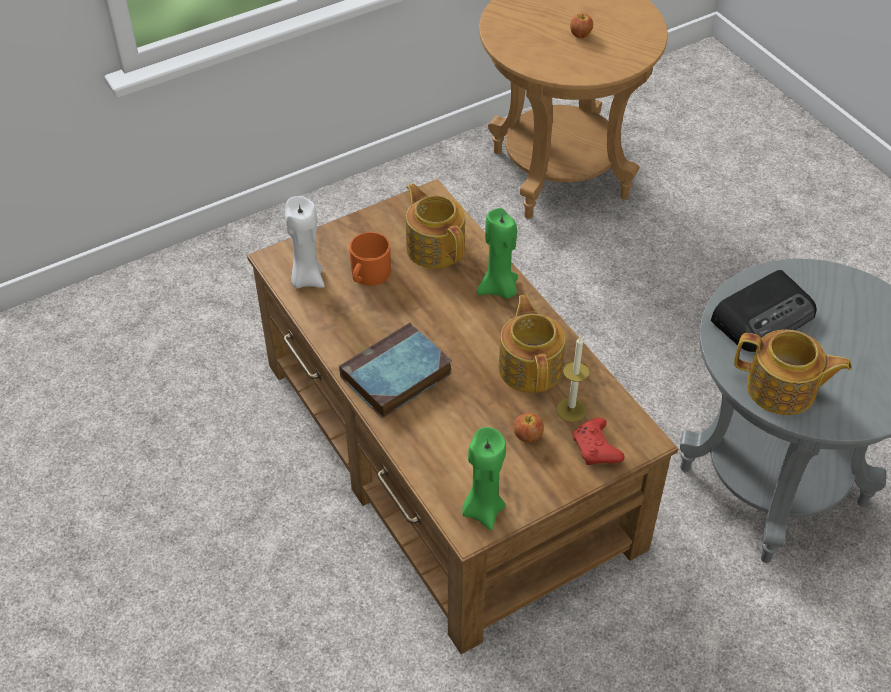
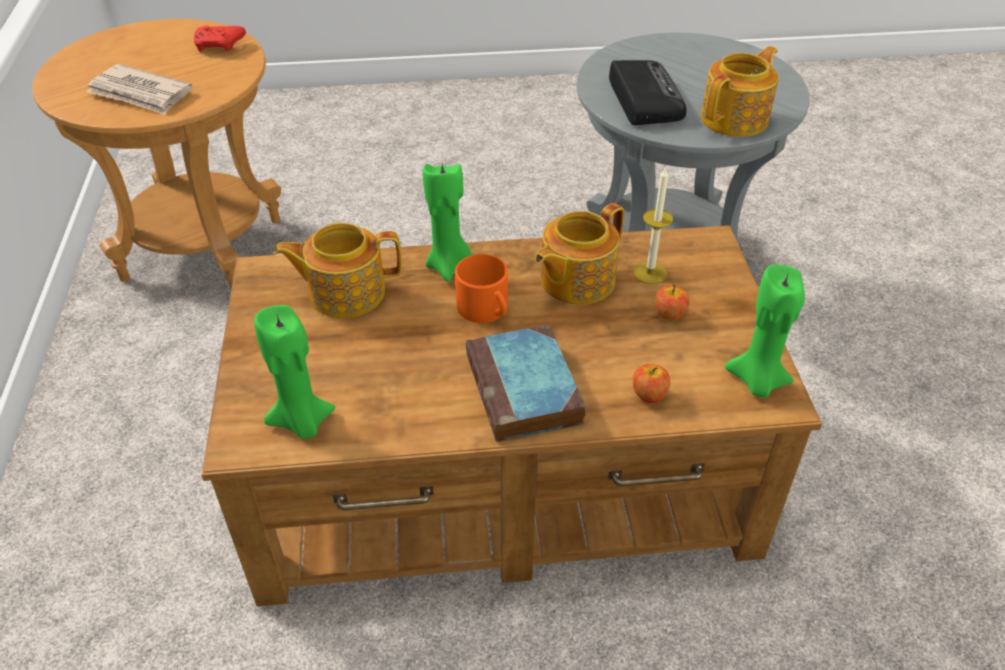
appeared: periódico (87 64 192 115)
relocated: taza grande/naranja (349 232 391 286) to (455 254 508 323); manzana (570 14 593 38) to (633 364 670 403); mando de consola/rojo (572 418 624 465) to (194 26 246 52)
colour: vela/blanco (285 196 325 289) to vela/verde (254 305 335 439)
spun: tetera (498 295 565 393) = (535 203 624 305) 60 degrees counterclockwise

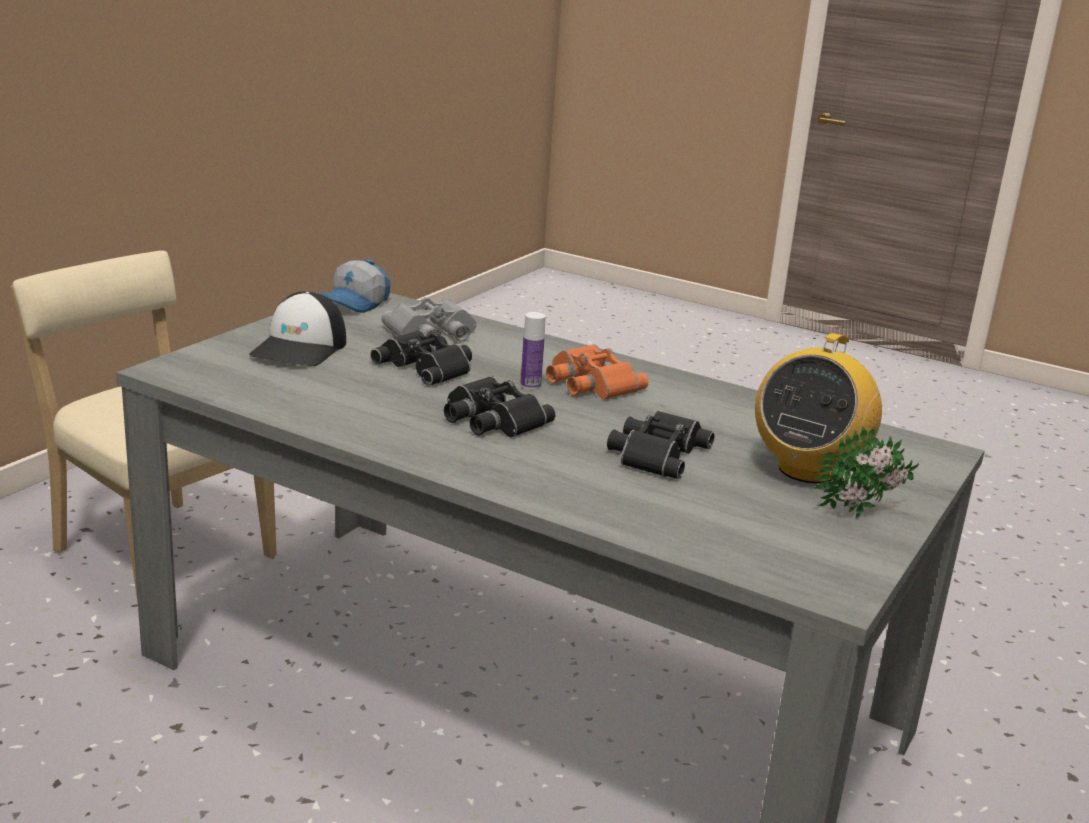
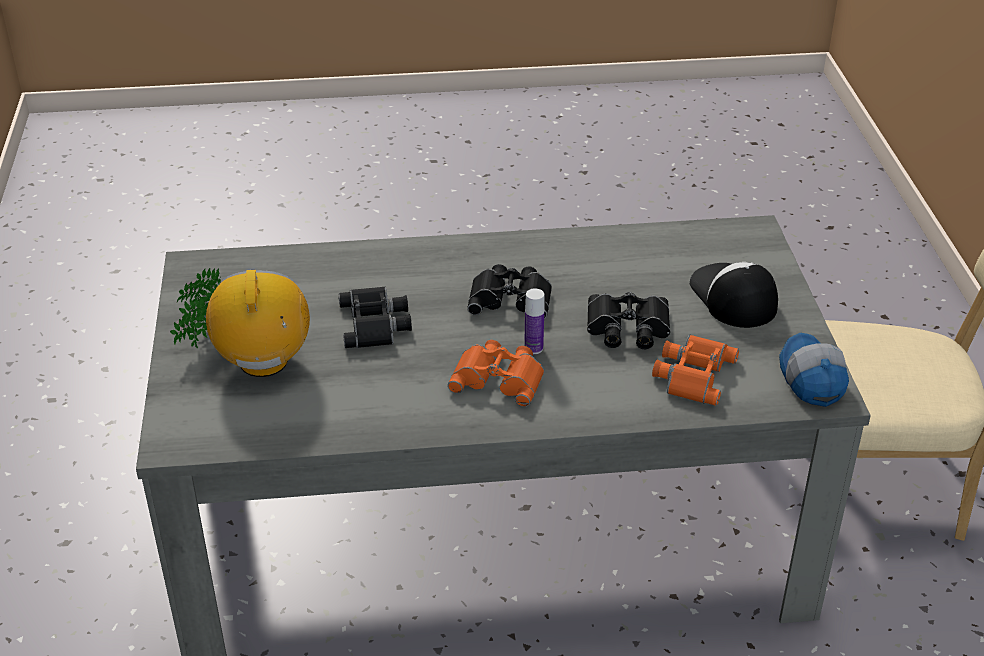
colour: prismáticos/gris (381 297 476 341) to prismáticos/naranja (652 334 739 406)

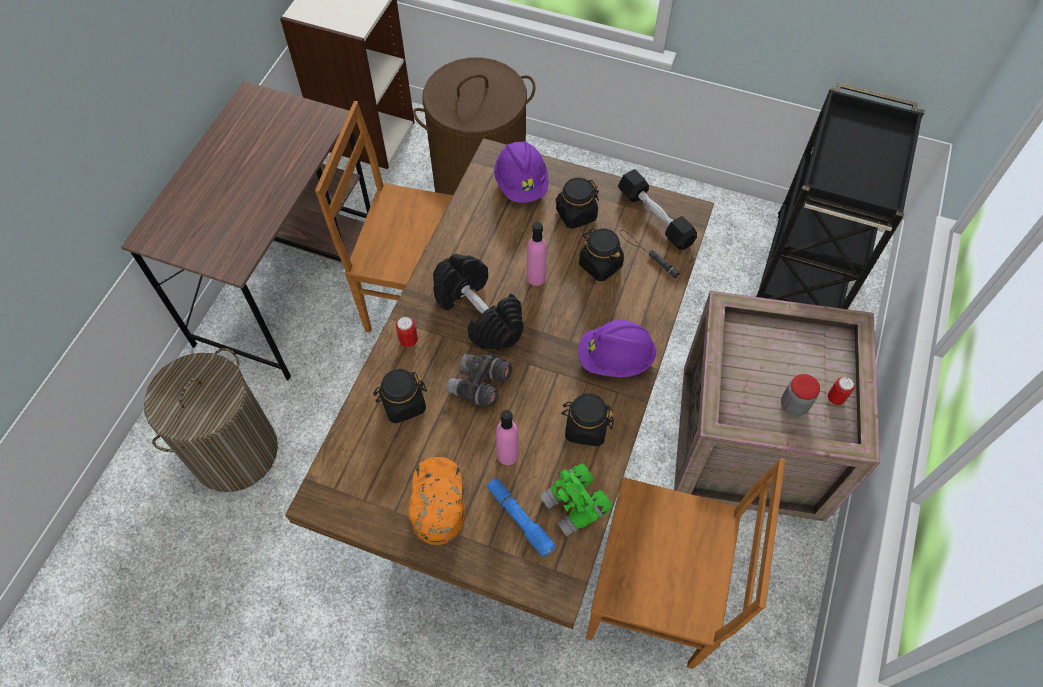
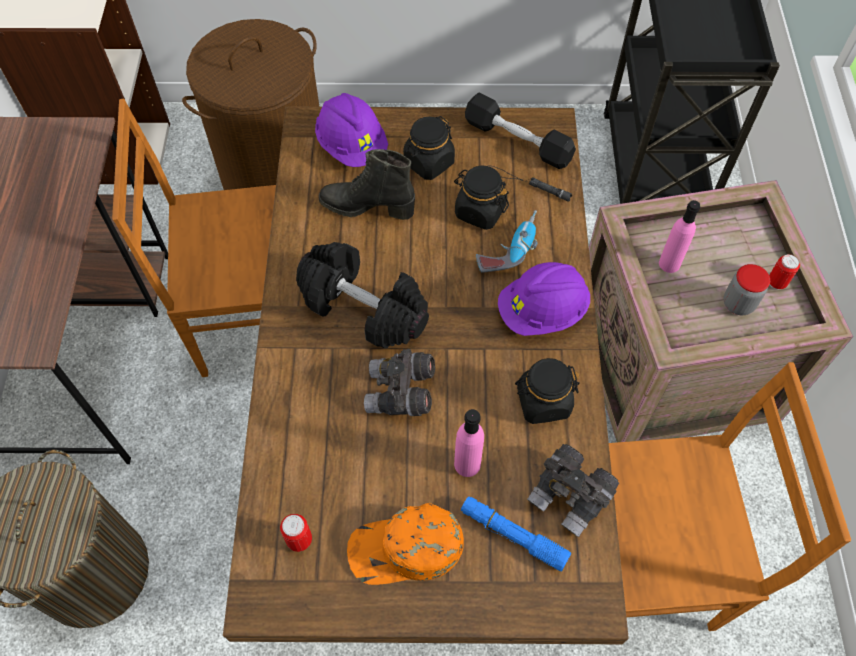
missing: tarro/negro (373 369 427 423)
appeared: bota/negro (319 149 415 220); taladro (476 210 538 273)
relocated: lata (396 317 418 348) to (280 514 312 552); botella/rosa (527 222 547 286) to (659 200 700 273)
colour: prismáticos/verde (540 463 613 537) to prismáticos/gris (527 444 619 537)
spun: gorra/naranja (409 457 465 545) = (347 503 464 585) 75 degrees counterclockwise

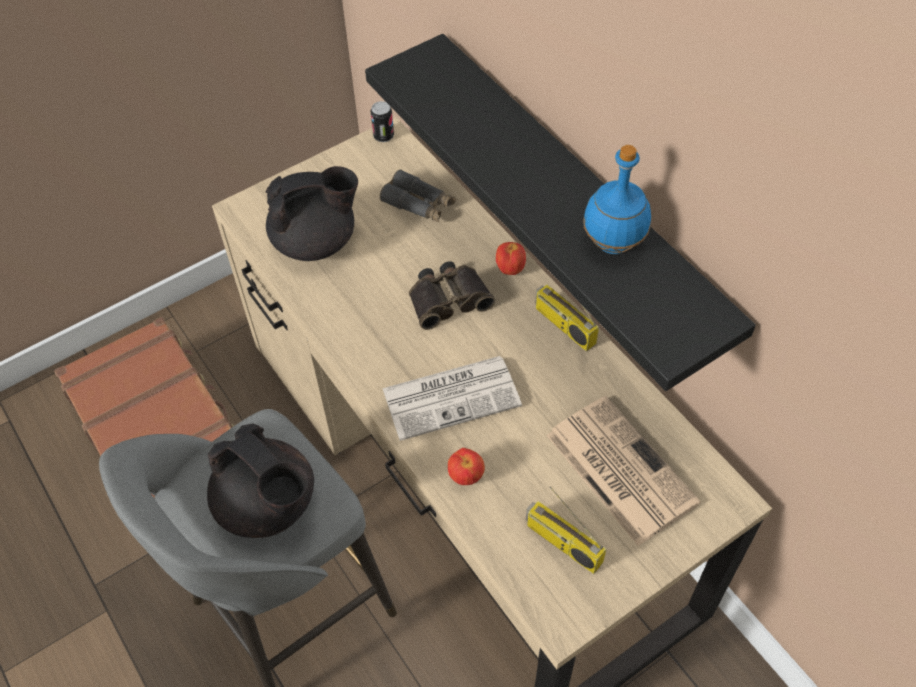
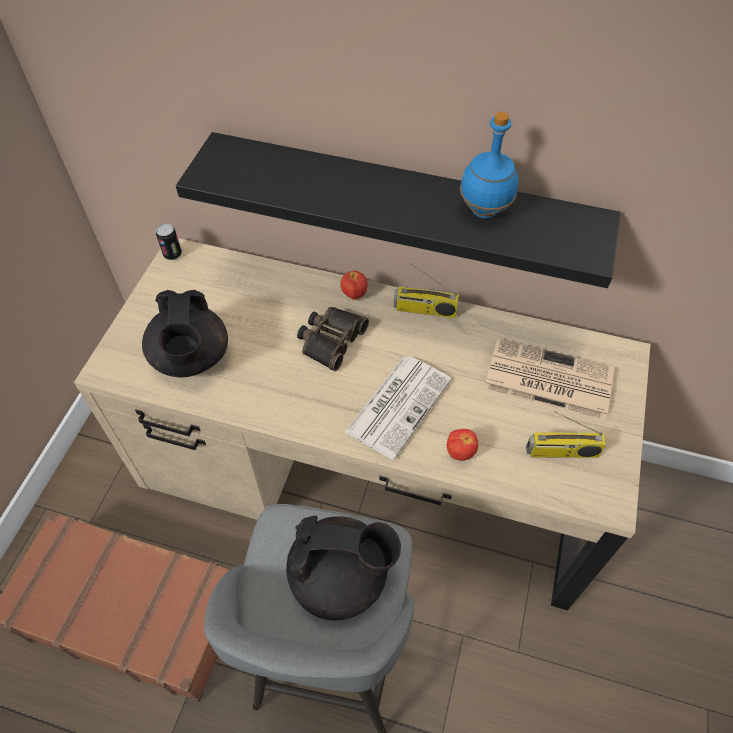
missing: prismáticos/gris (380 169 456 222)
spun: tetera/negro (266 166 358 261) = (142 290 228 377) 135 degrees clockwise

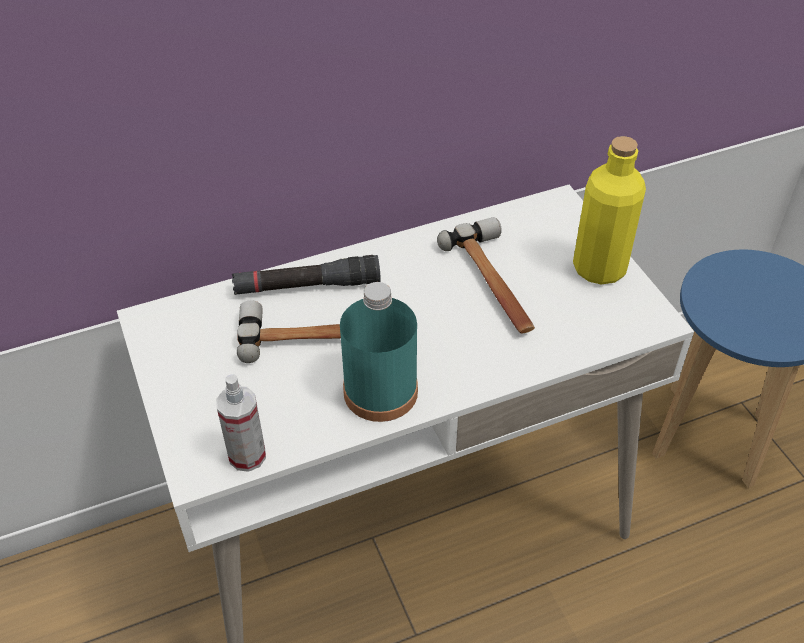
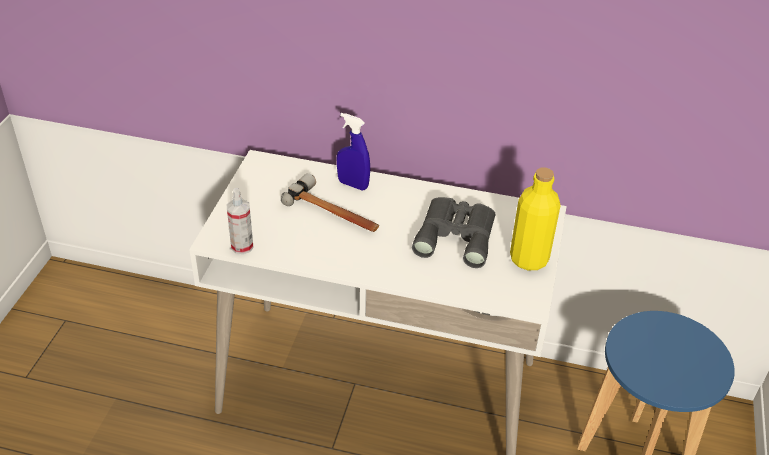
missing: botella/turquesa (340 282 418 422)
exchanged: linterna/negro (232 255 381 295) to pulverizador/azul (337 113 370 190); martillo (437 217 535 333) to prismáticos/gris (412 197 495 268)

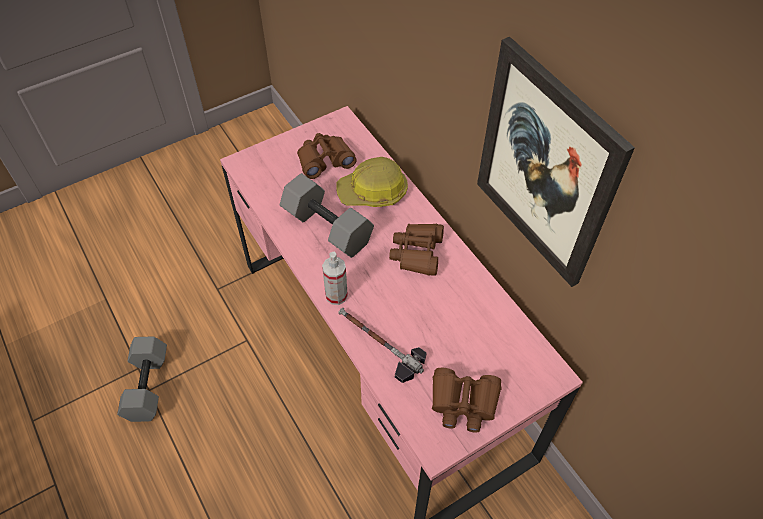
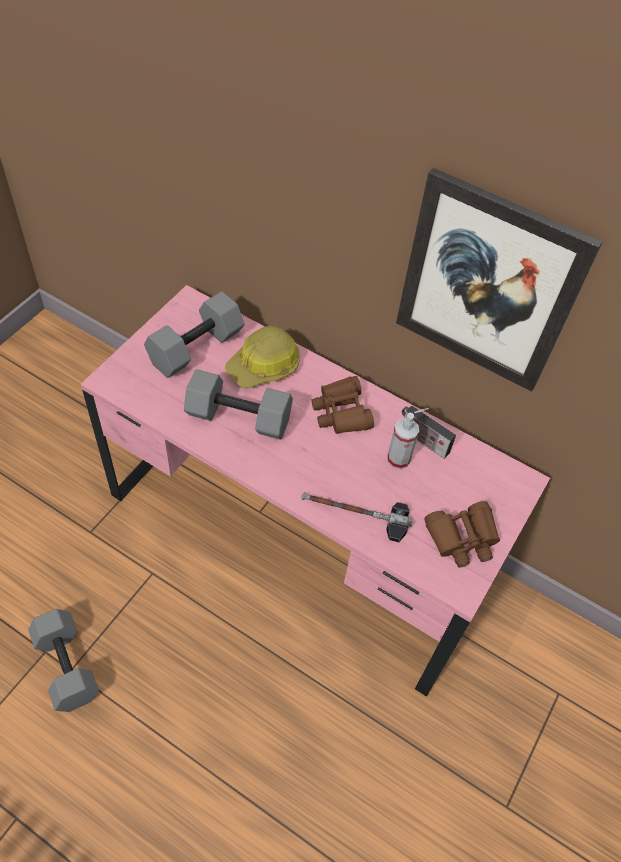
appeared: radio (402 406 456 459)
relocated: pulverizador (322 252 348 305) to (387 413 419 469)
exchanged: prismáticos/marrón (297 133 357 179) to mancuerna/gris (144 291 245 378)

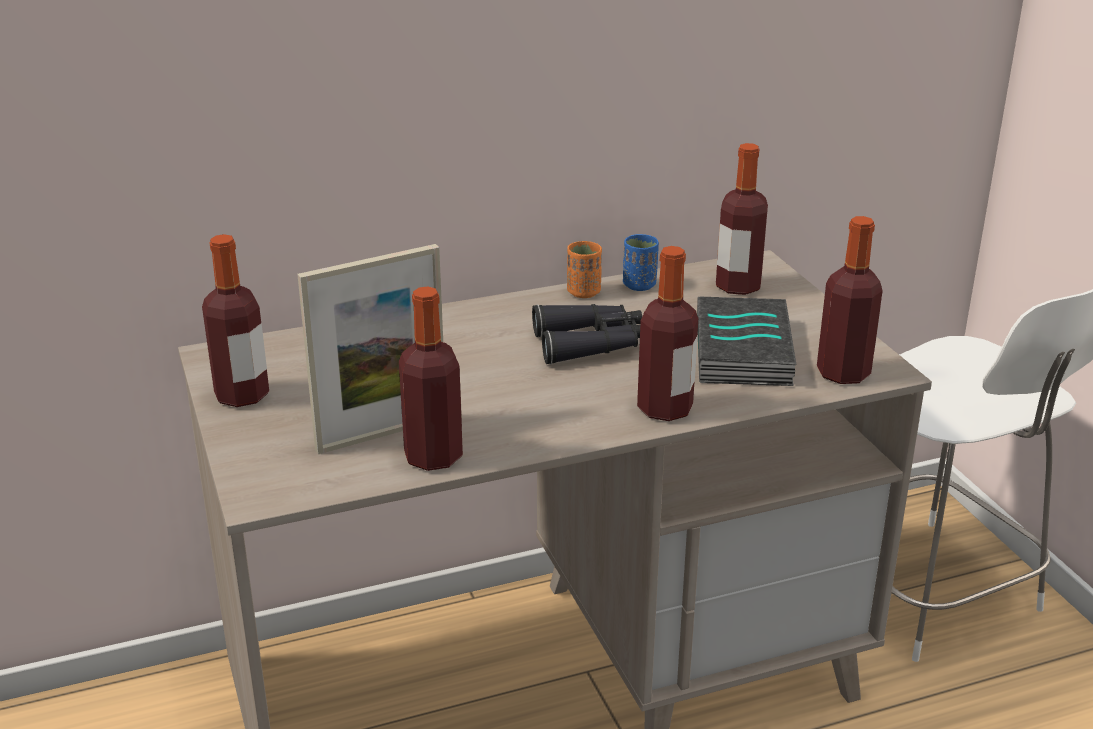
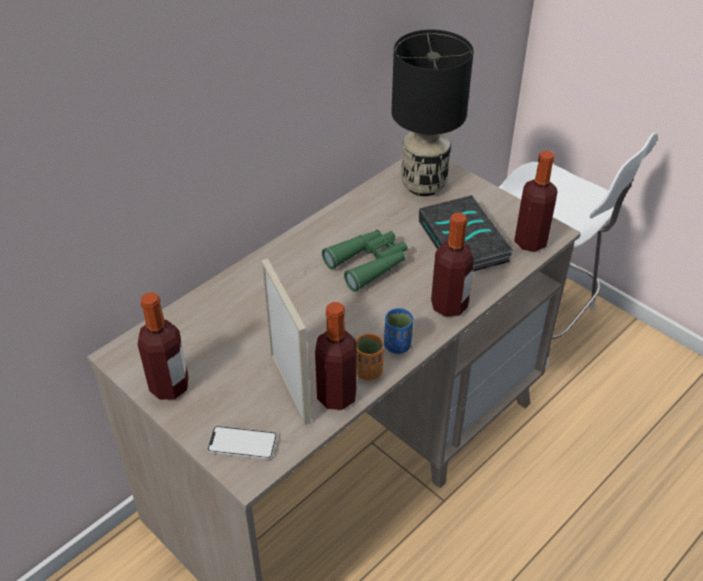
appeared: móvil (207 426 278 460)
relocated: taza/naranja (567 241 602 298) to (356 334 384 380); taza/azul (623 234 659 291) to (384 308 414 354)
exchanged: botella (716 143 768 295) to lámpara de mesa/negro (392 30 474 196)
colour: prismáticos/negro (532 304 642 364) to prismáticos/verde (322 230 408 292)
spun: portarretratos (297 244 443 454) = (262 259 311 425) 60 degrees counterclockwise

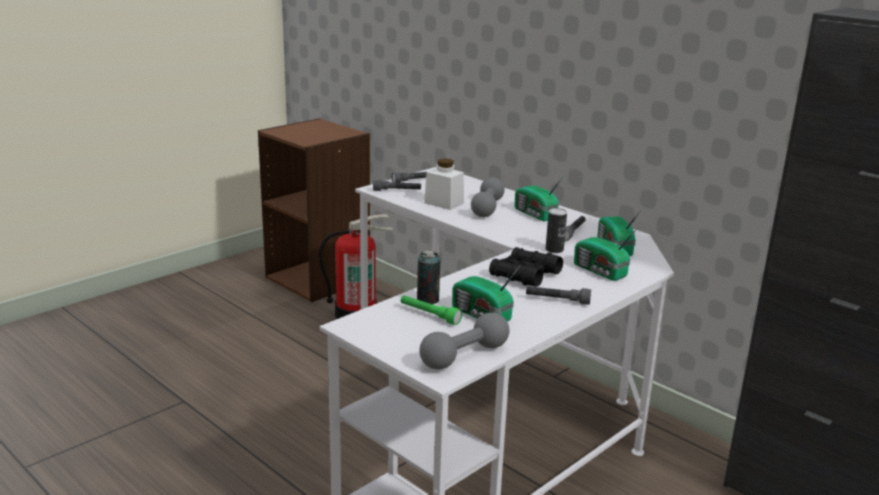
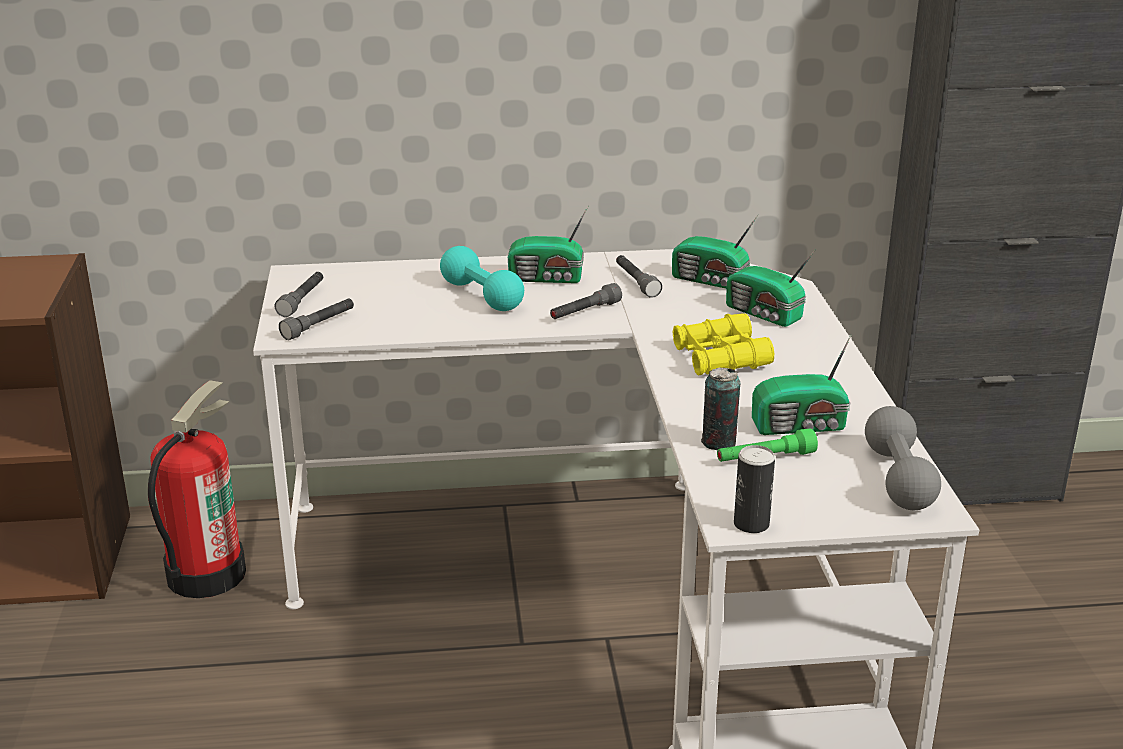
missing: tarro/blanco (424 159 464 210)
relocated: linterna/gris (526 286 591 305) to (550 283 622 319); lata (546 208 567 253) to (734 445 775 533)
colour: mancuerna/gris (471 177 505 217) to mancuerna/turquesa (440 246 524 311); prismáticos/negro (489 247 563 287) to prismáticos/amarillo (673 313 774 376)
spun: radio (574 227 638 281) = (726 249 816 327) 45 degrees clockwise

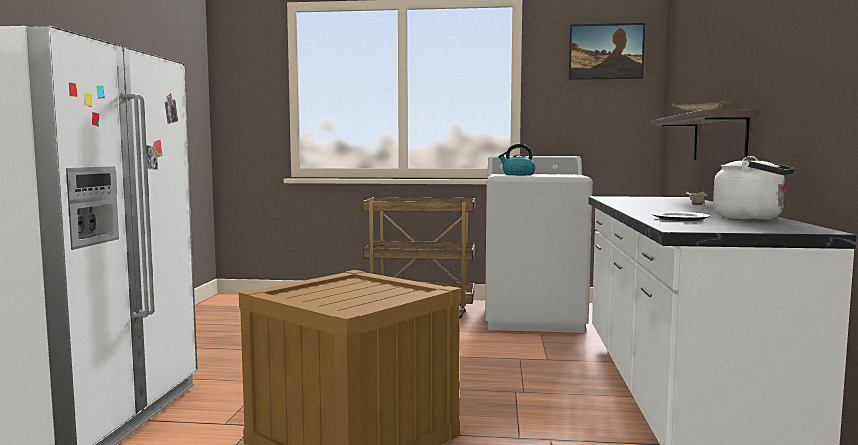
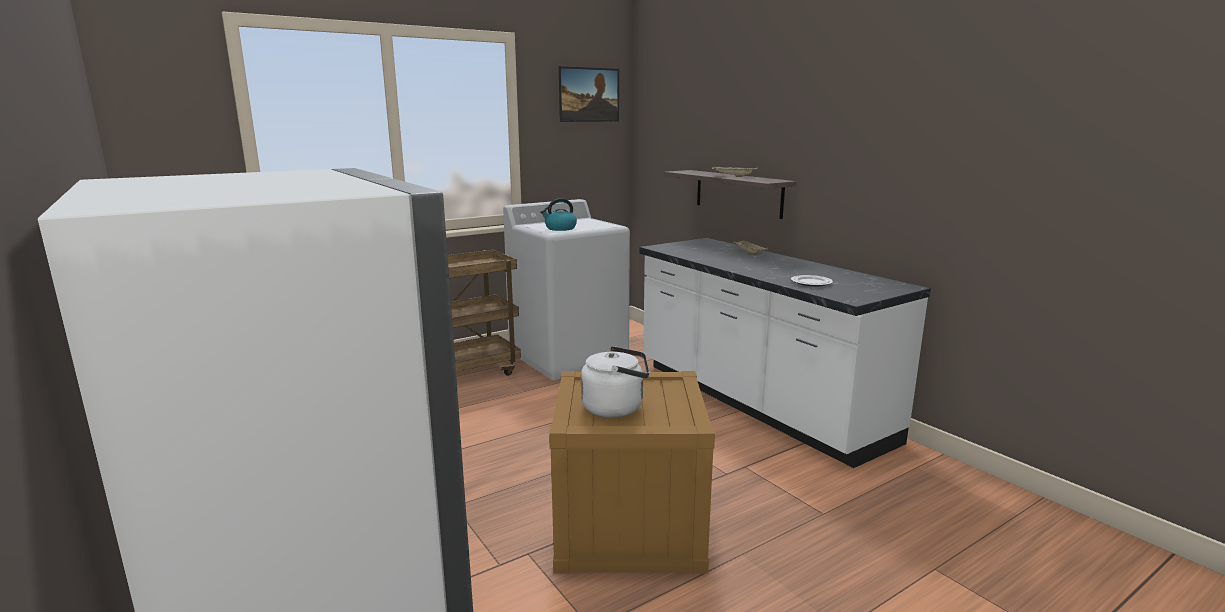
relocated: hervidor/blanco (713 156 795 220) to (581 346 650 418)

